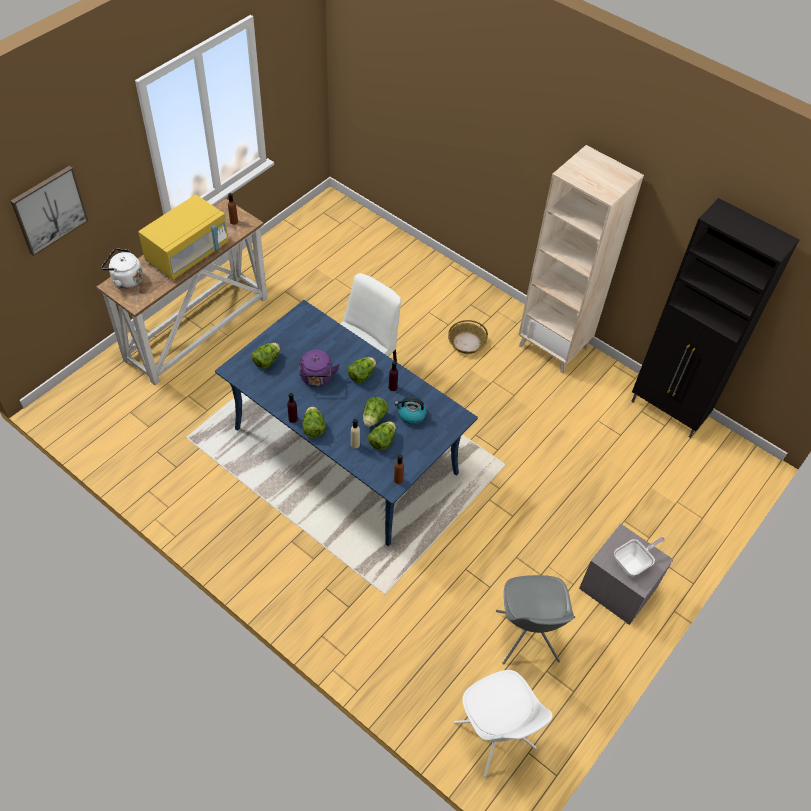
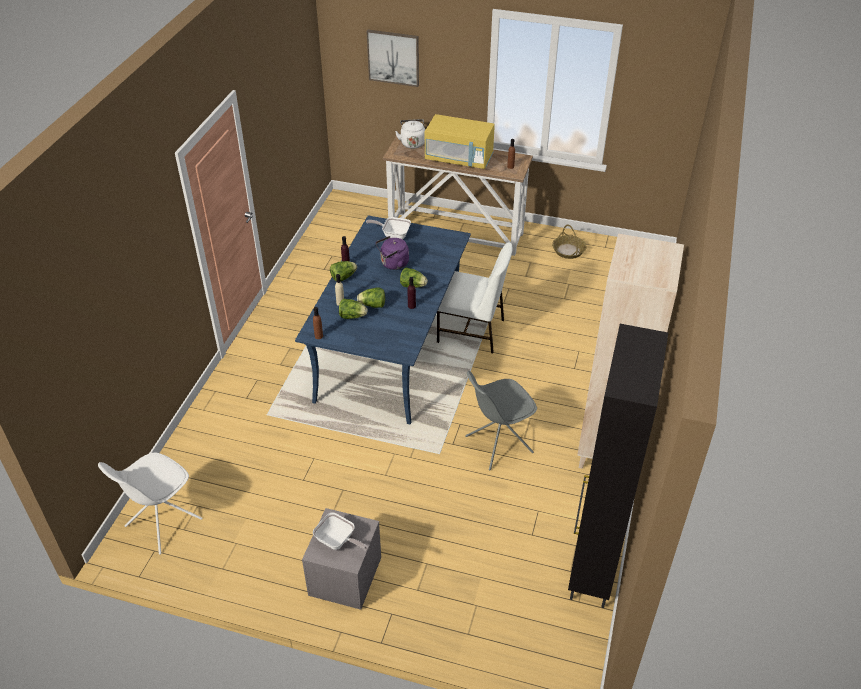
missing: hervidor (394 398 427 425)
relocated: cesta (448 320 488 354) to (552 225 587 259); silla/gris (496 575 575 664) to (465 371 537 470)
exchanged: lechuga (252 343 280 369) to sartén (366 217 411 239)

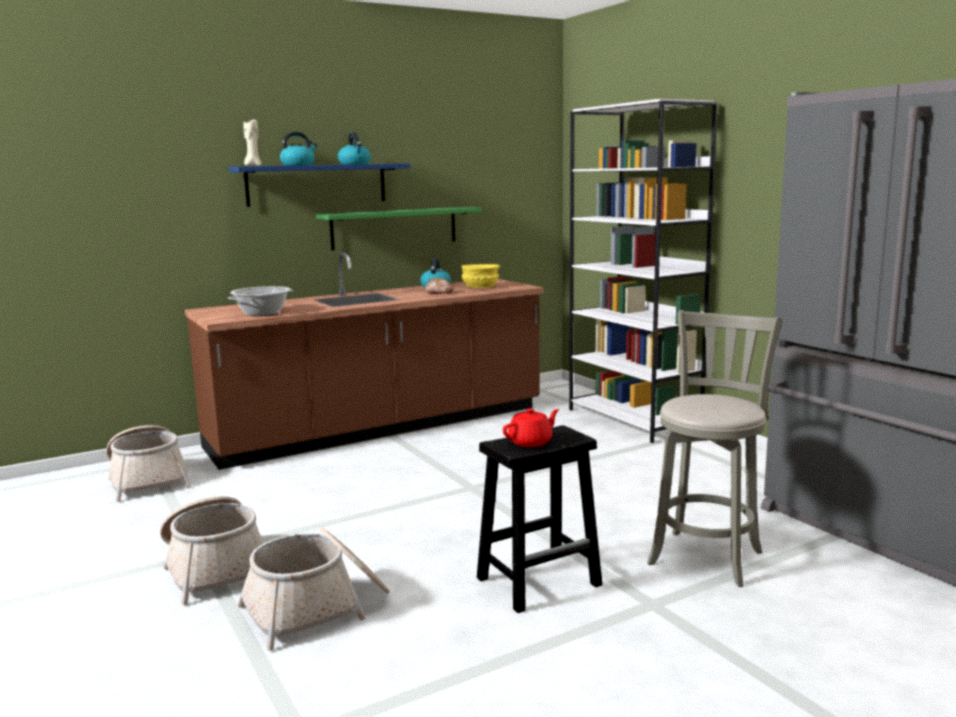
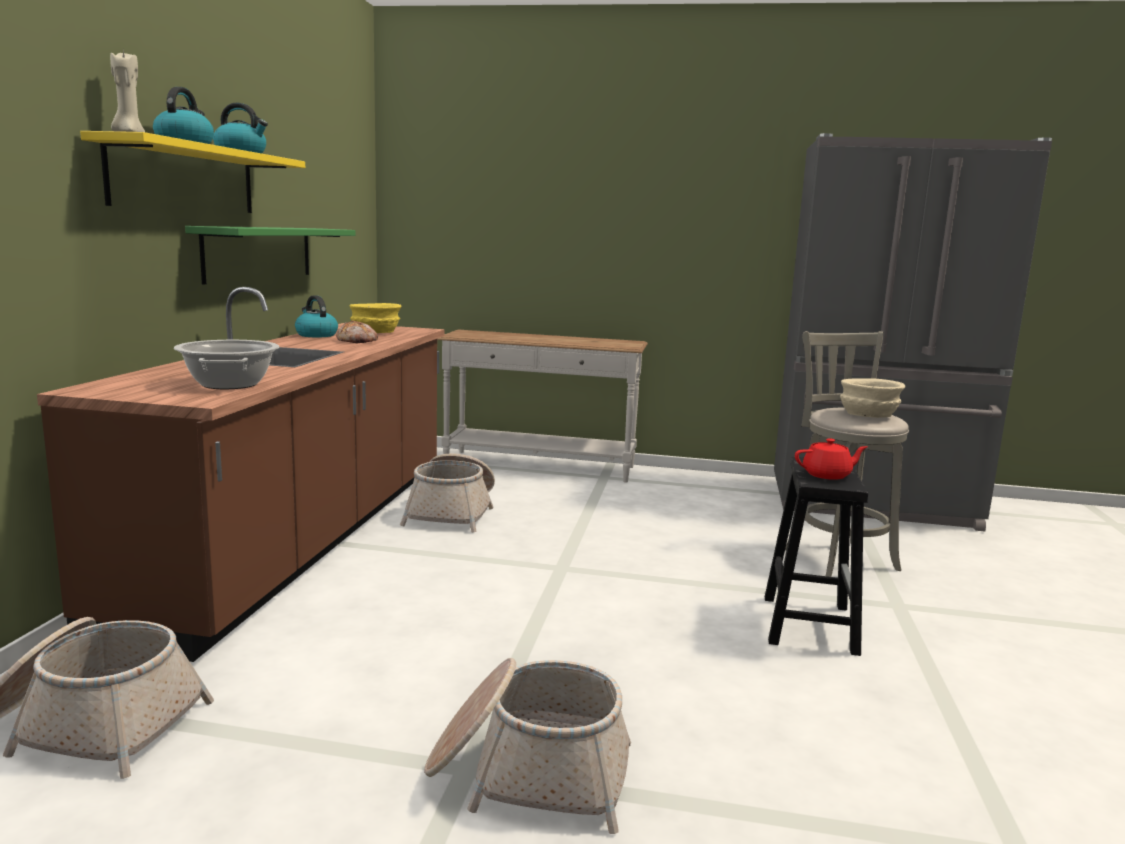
appeared: cuenco/beis (840 378 905 418)
relocated: cesta (237 528 390 651) to (400 454 495 533)
exchanged: estantería/blanco (569 99 718 443) to mesa consola/blanco (437 330 648 483)
colour: estante/azul (229 163 410 207) to estante/amarillo (80 131 305 213)
spun: tetera/rojo (503 408 559 447) = (795 438 868 480) 75 degrees clockwise

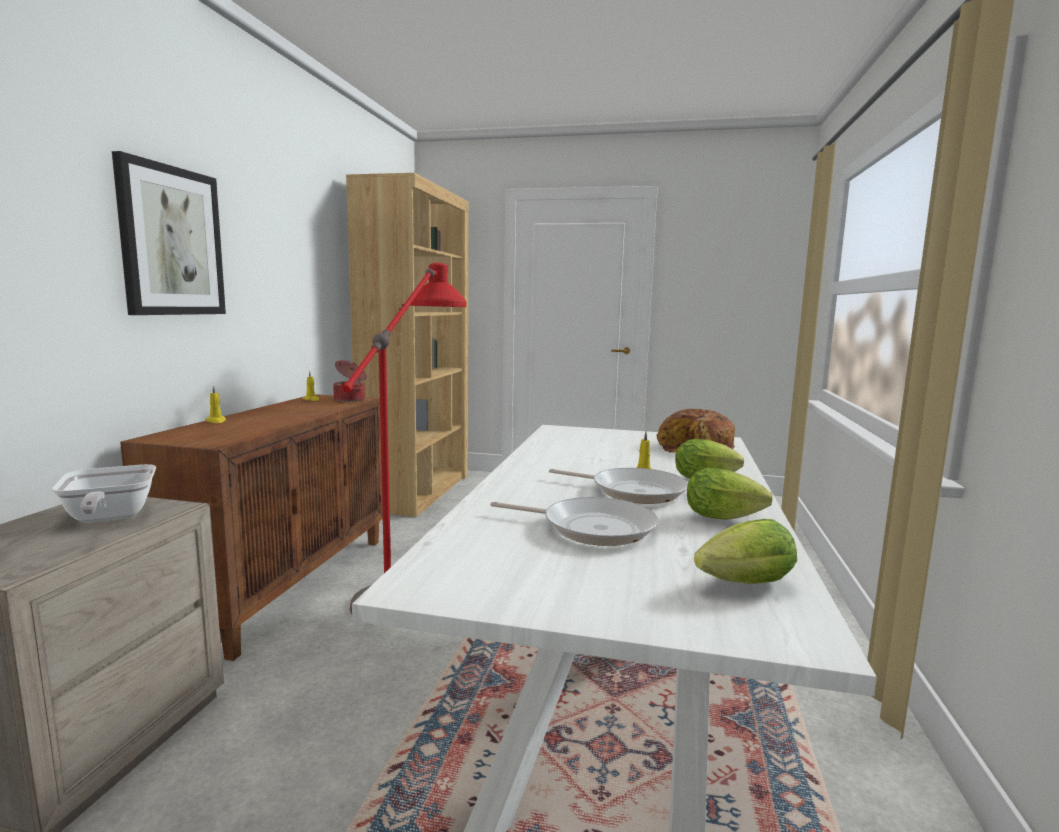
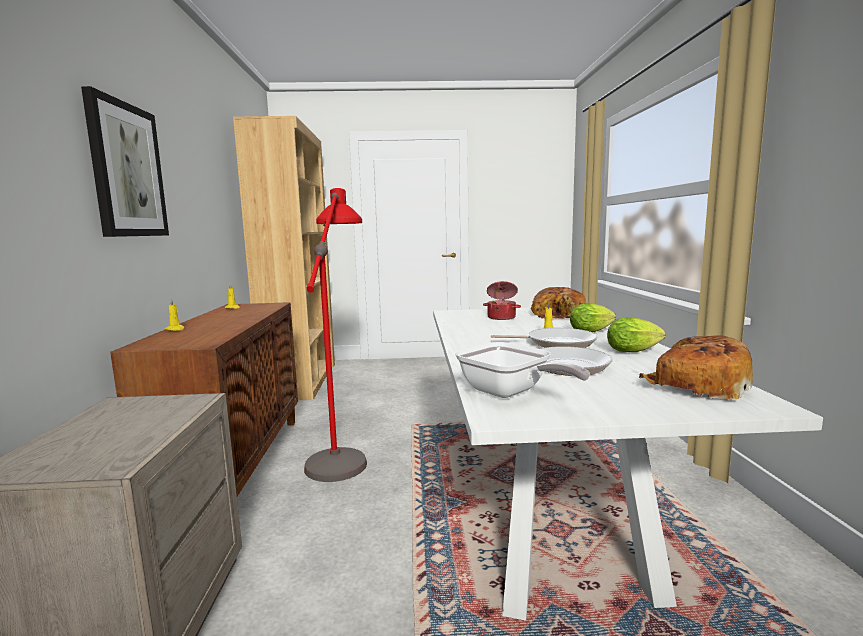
relocated: sartén (52 464 156 523) to (455 342 590 398); olla (333 360 367 402) to (483 281 521 320)
exchanged: lechuga (694 519 797 584) to pan (639 335 753 400)

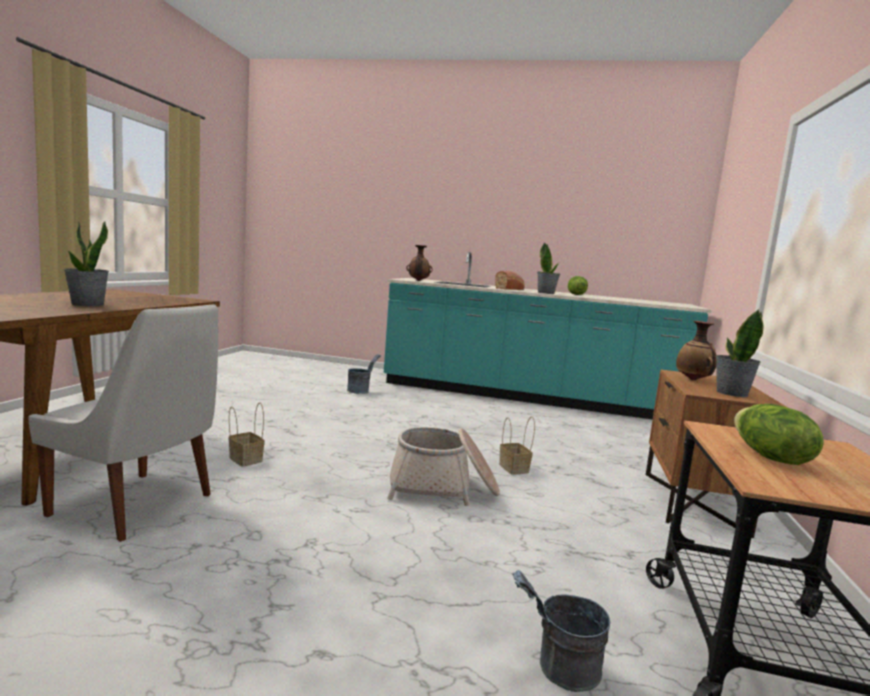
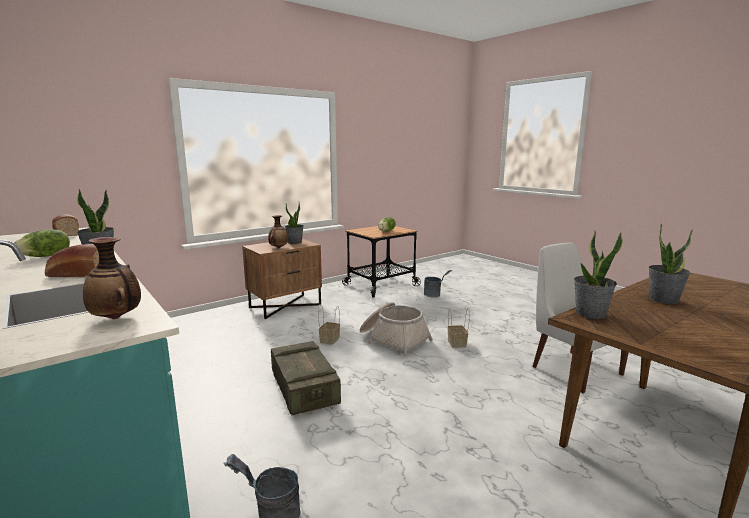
appeared: pan (52 214 79 236); caja de embalaje (271 341 341 415); planta en maceta (574 231 623 319)
relocated: cesta (229 403 265 467) to (448 308 470 348)

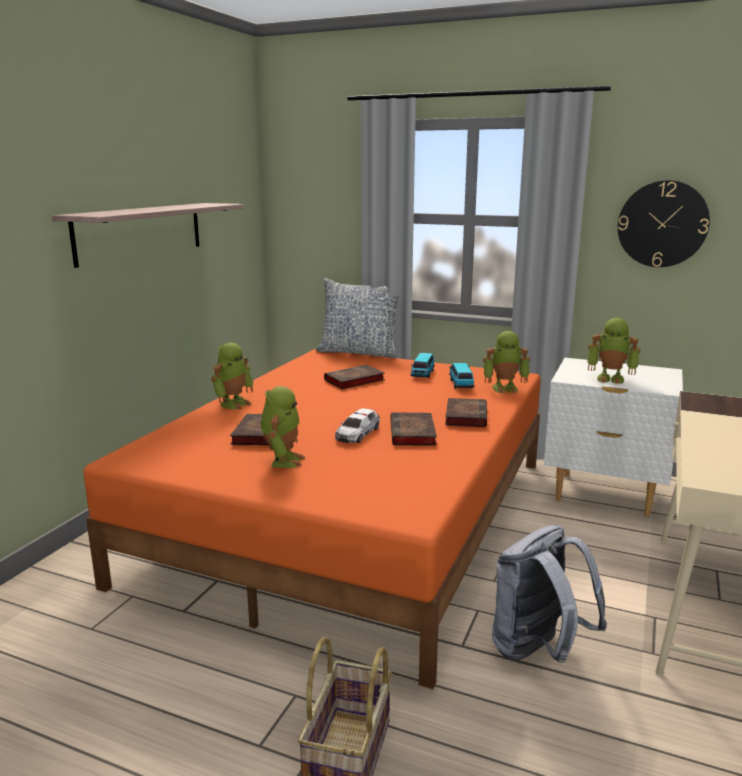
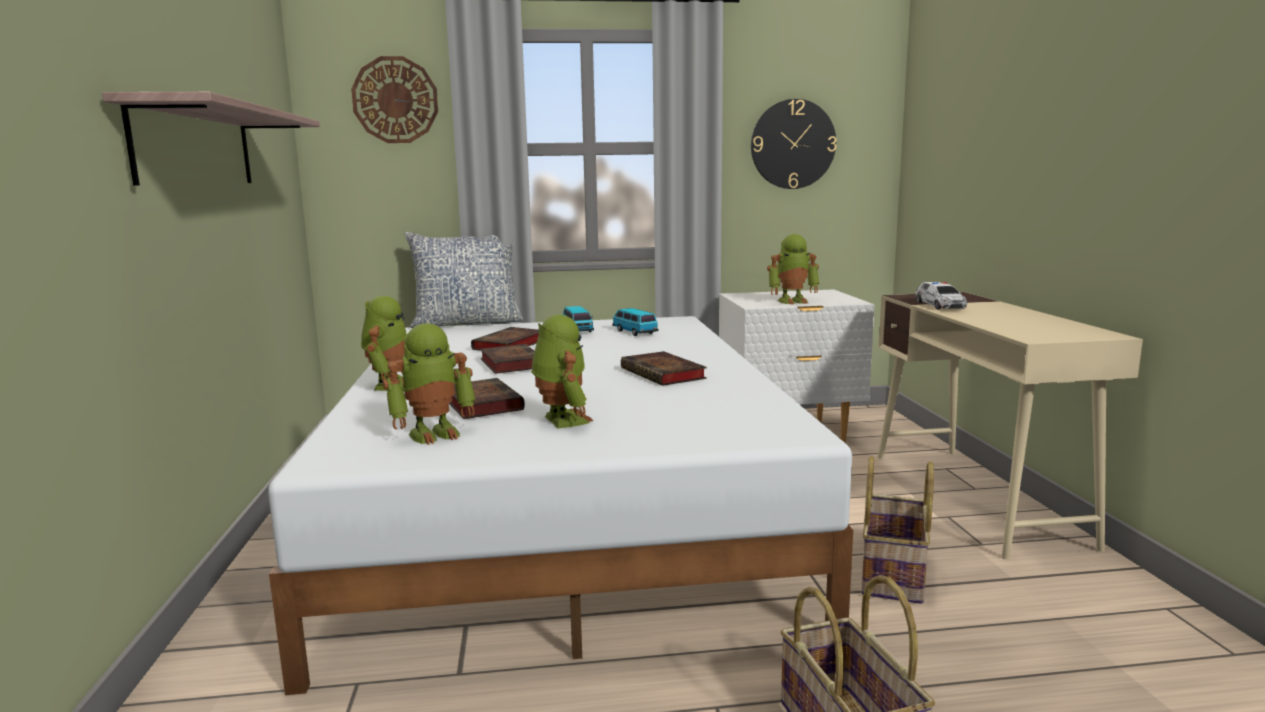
appeared: reloj de pared (351 56 438 143)
relocated: coche de juguete (335 408 380 443) to (915 282 967 309); libro (445 398 487 427) to (480 344 535 374); robot de juguete (483 331 530 394) to (383 323 476 445)
exchanged: mochila/gris (492 525 607 663) to cesta (861 456 934 604)
colour: cama/naranja (83 349 541 689) to cama/blanco (268 316 853 695)

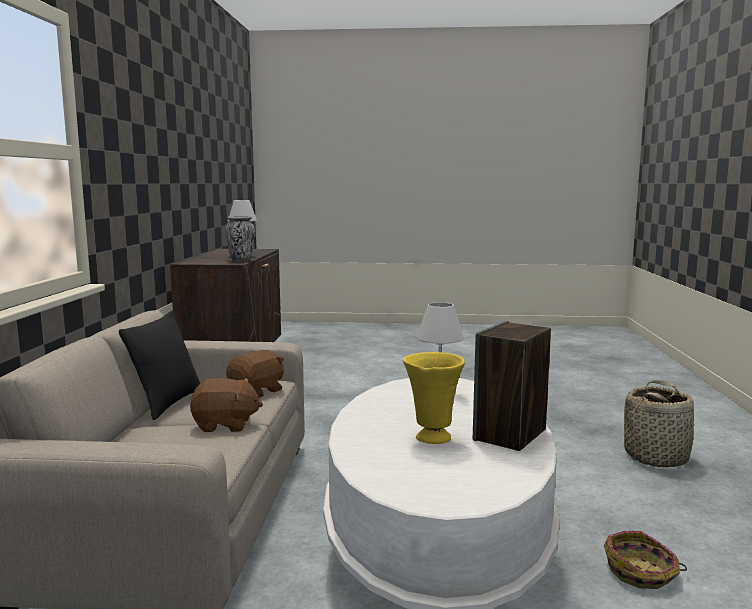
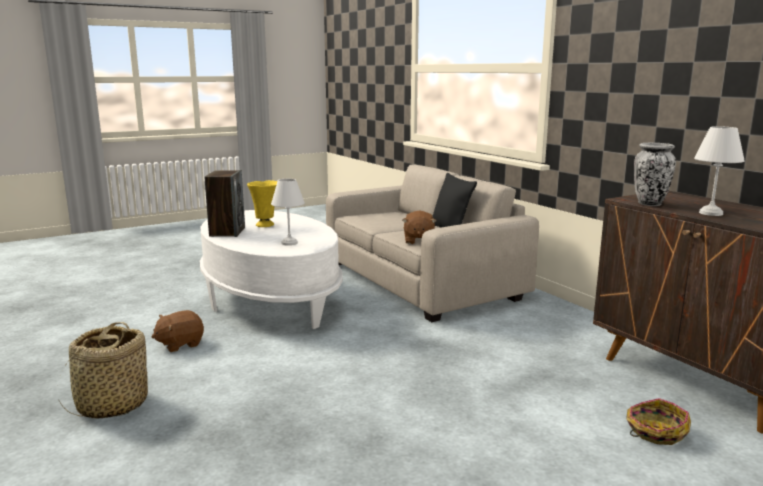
relocated: peluche/marrón (190 378 263 432) to (152 310 204 352); cesta (604 531 687 589) to (626 398 691 445)

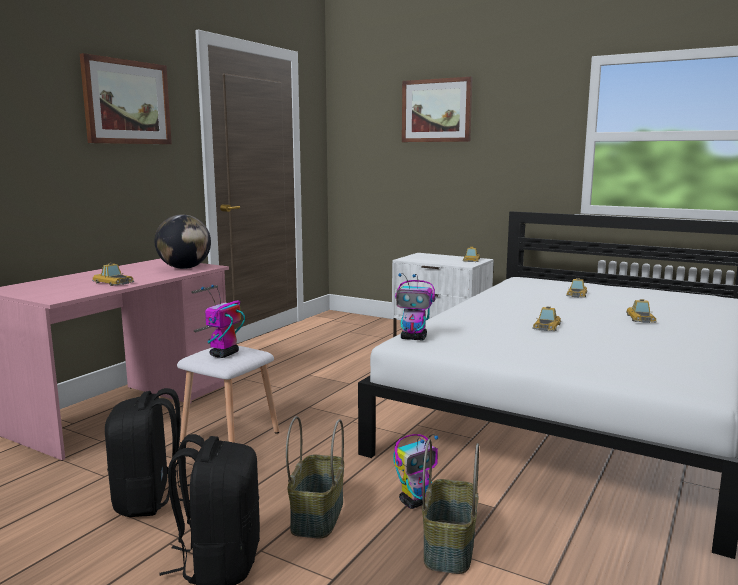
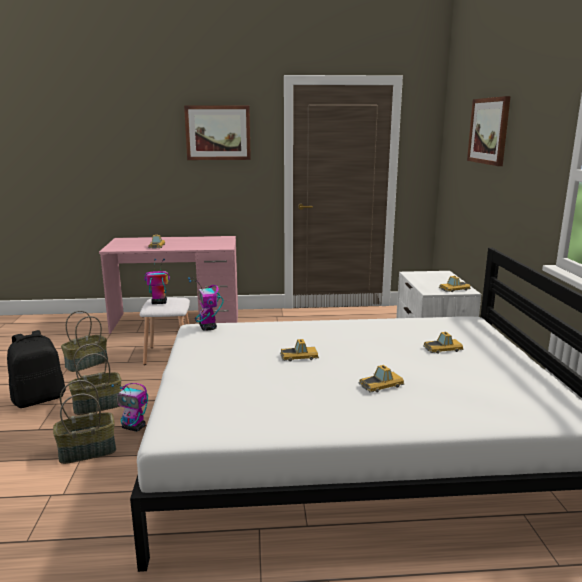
missing: globo terráqueo (155 214 211 269)
exchanged: mochila/negro (105 388 190 517) to cesta (61 311 108 372)

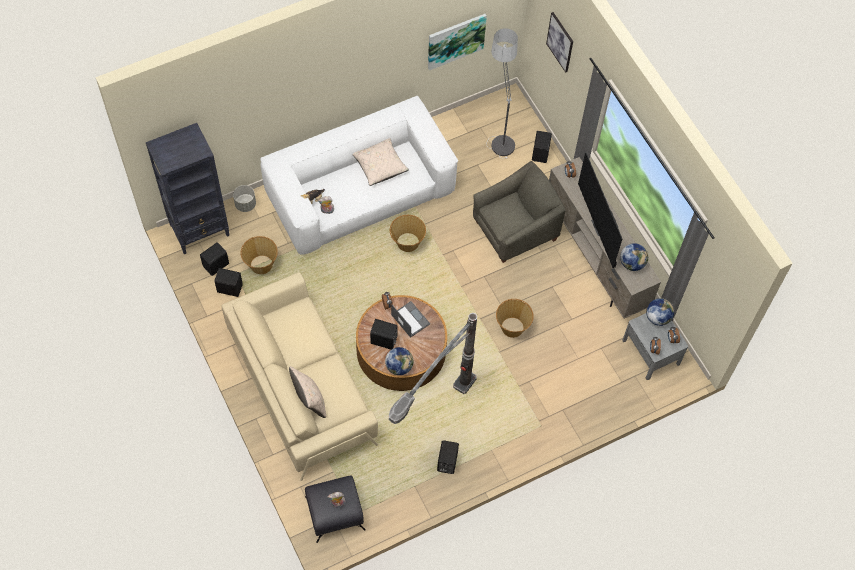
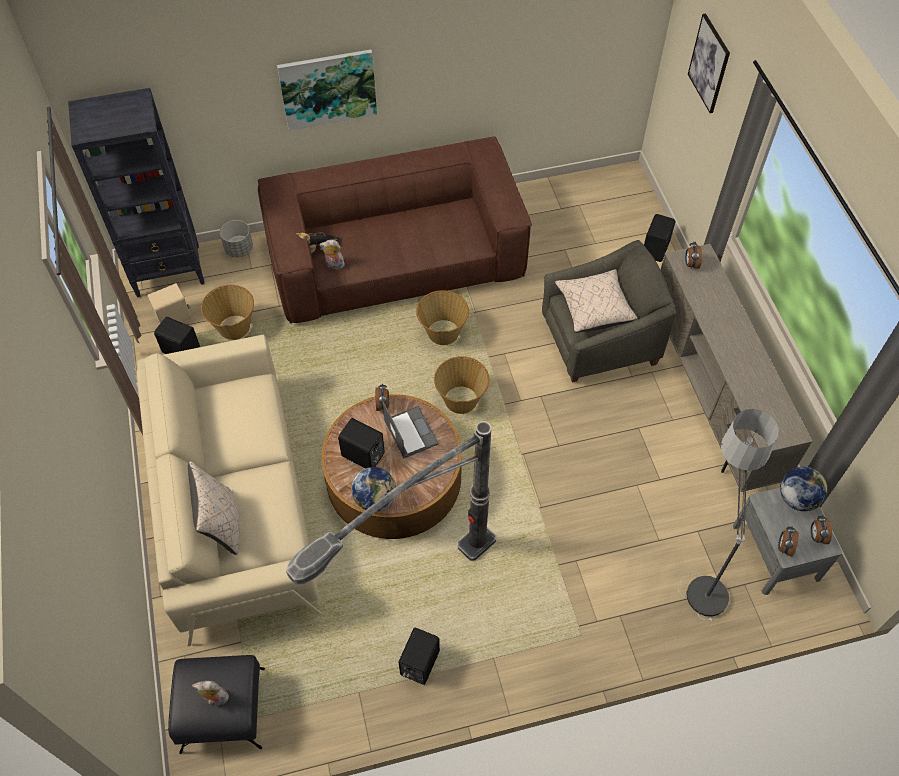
missing: televisor (578 152 622 268); globo terráqueo (620 243 648 271)
relocated: cojín/beis (352 138 409 186) to (555 269 638 333); cuadro (428 14 487 70) to (277 49 377 131); lámpara de pie (486 28 518 158) to (678 409 779 621); cesta (496 299 534 338) to (434 356 489 414)
colour: altavoz/negro (200 242 229 276) to altavoz/beis (147 283 191 324); sofá/blanco (260 96 458 255) to sofá/marrón (258 136 532 323)

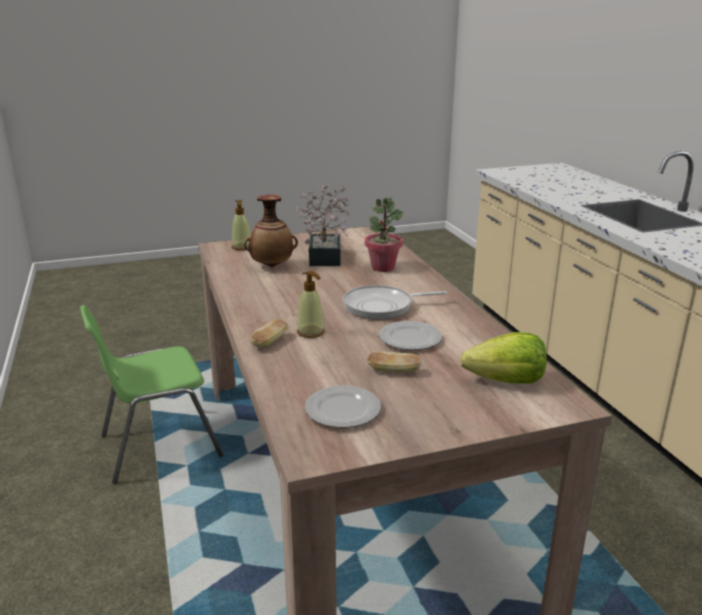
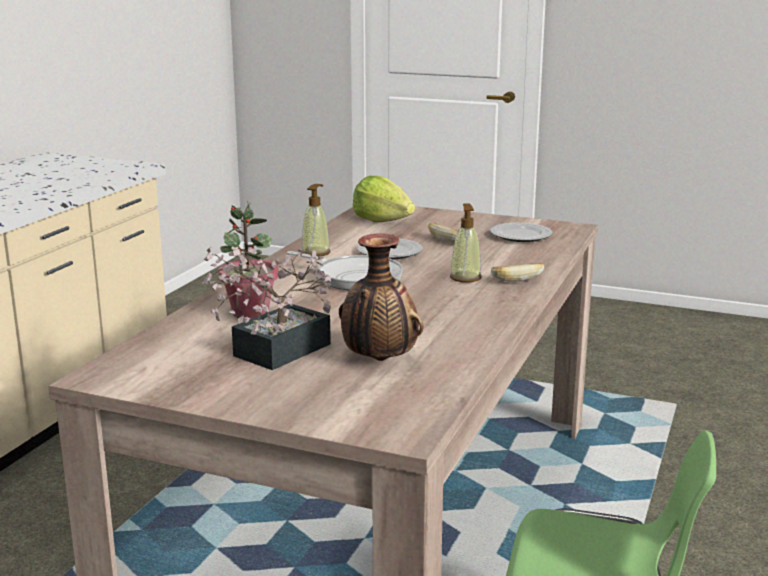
relocated: dispensador de jabón (232 200 251 250) to (301 184 331 257)

